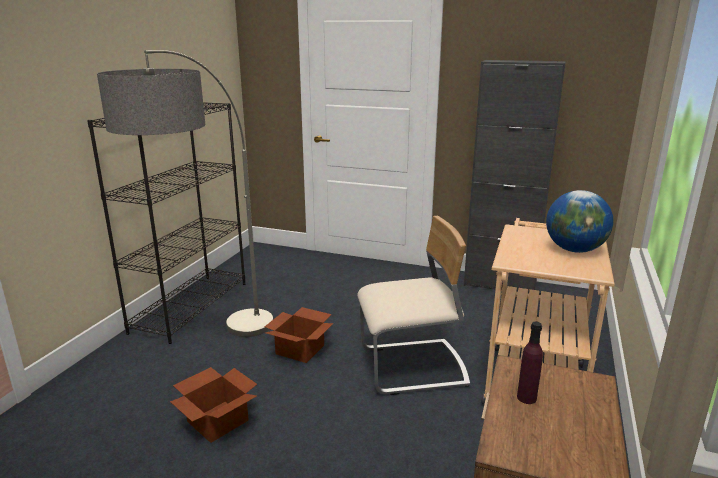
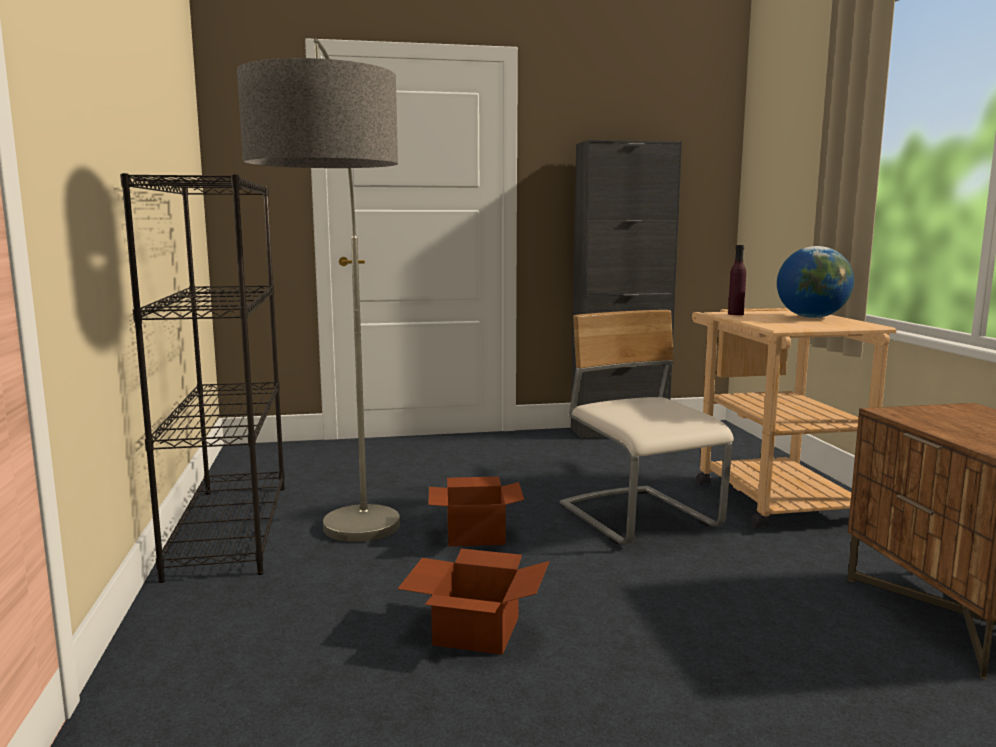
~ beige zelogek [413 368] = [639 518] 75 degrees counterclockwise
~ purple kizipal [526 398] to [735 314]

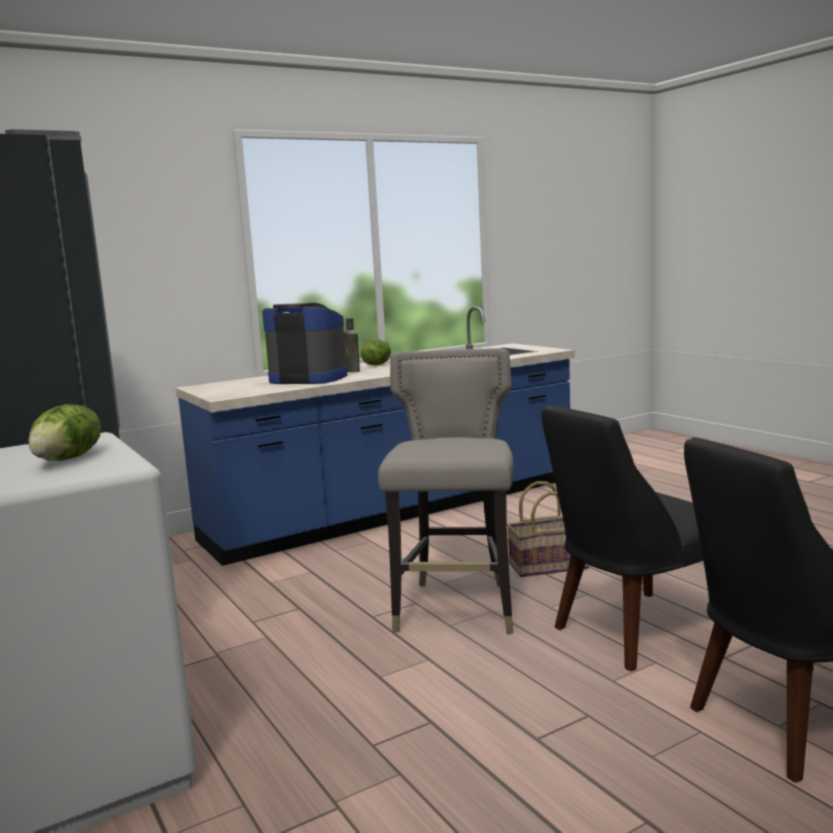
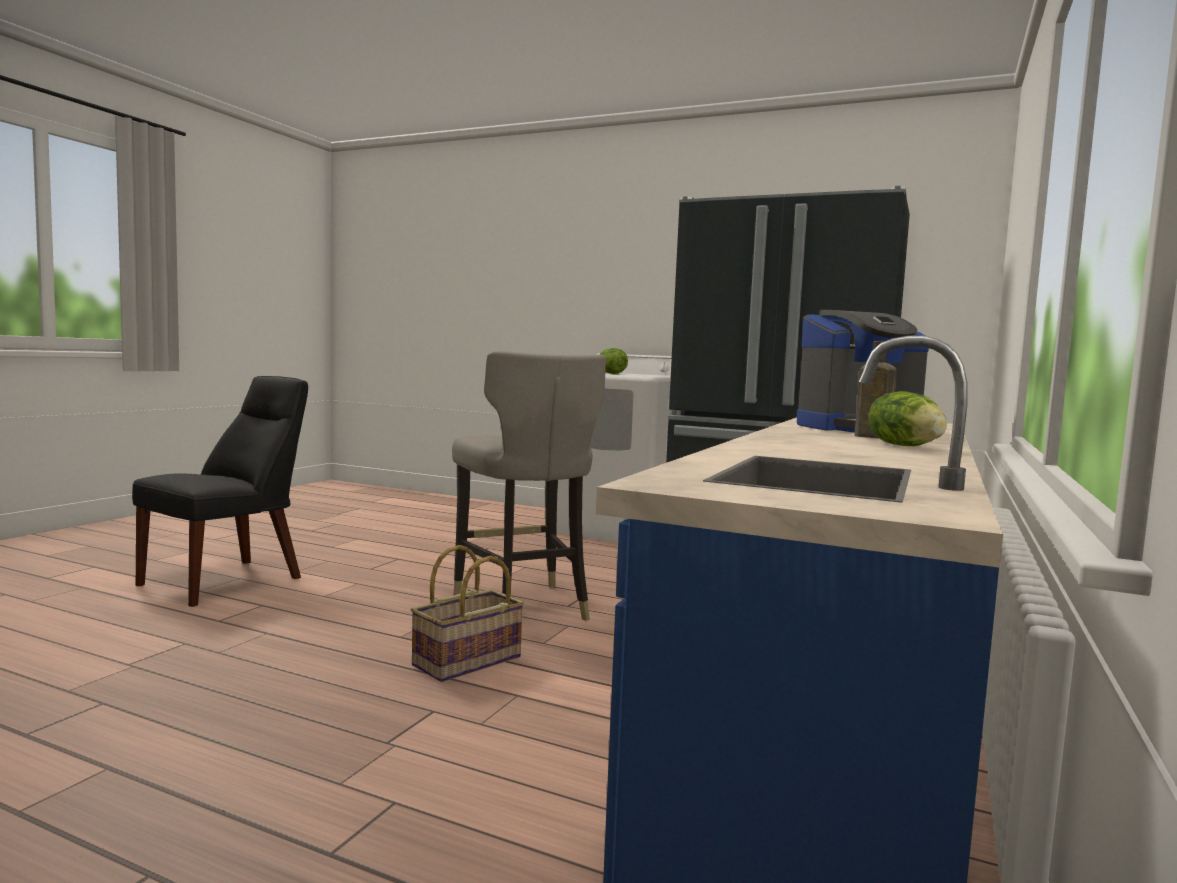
- black zelogek [634 632]

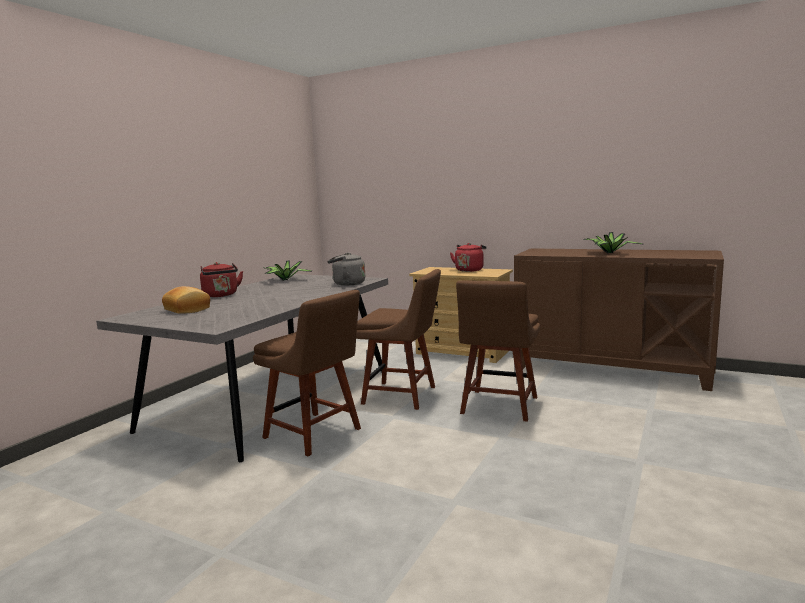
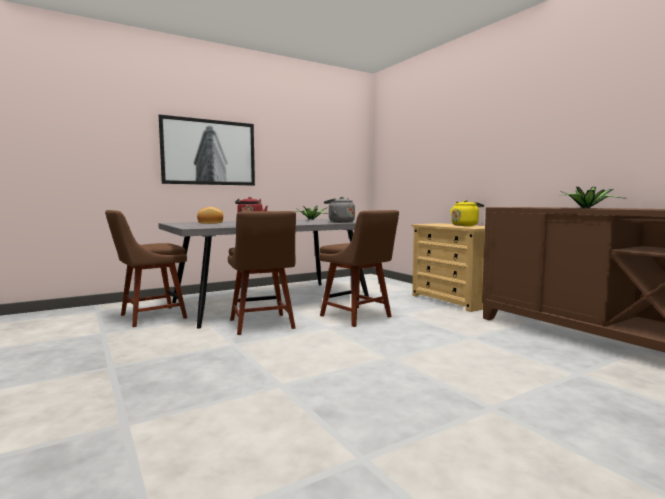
~ brown zelogek [498 407] to [149 317]
+ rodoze [209 152]
~ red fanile [469 270] to yellow fanile [465 225]

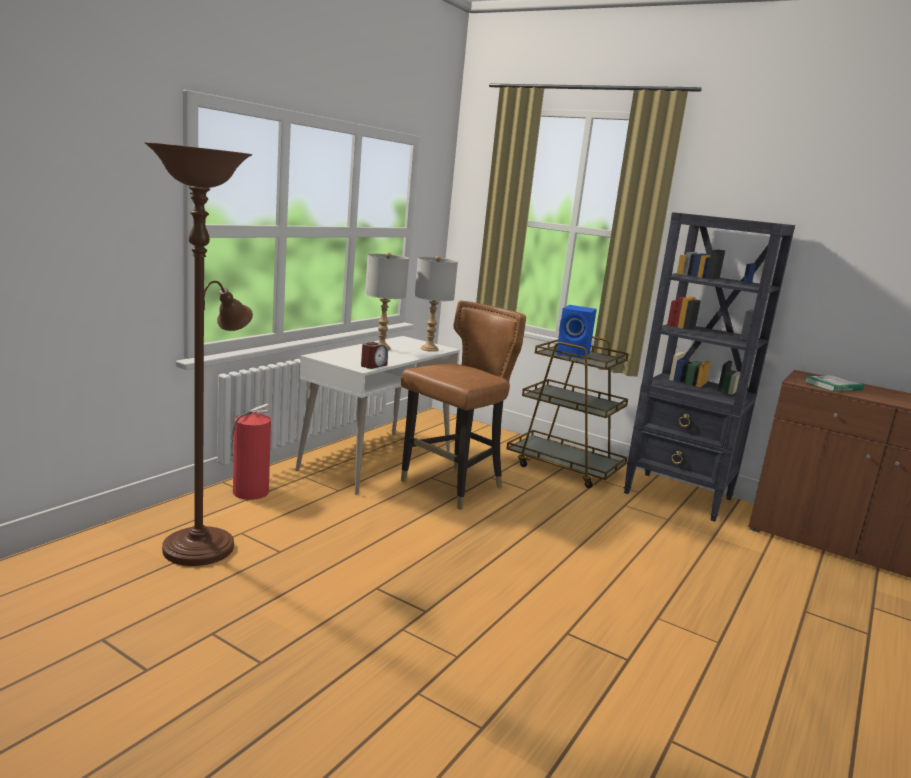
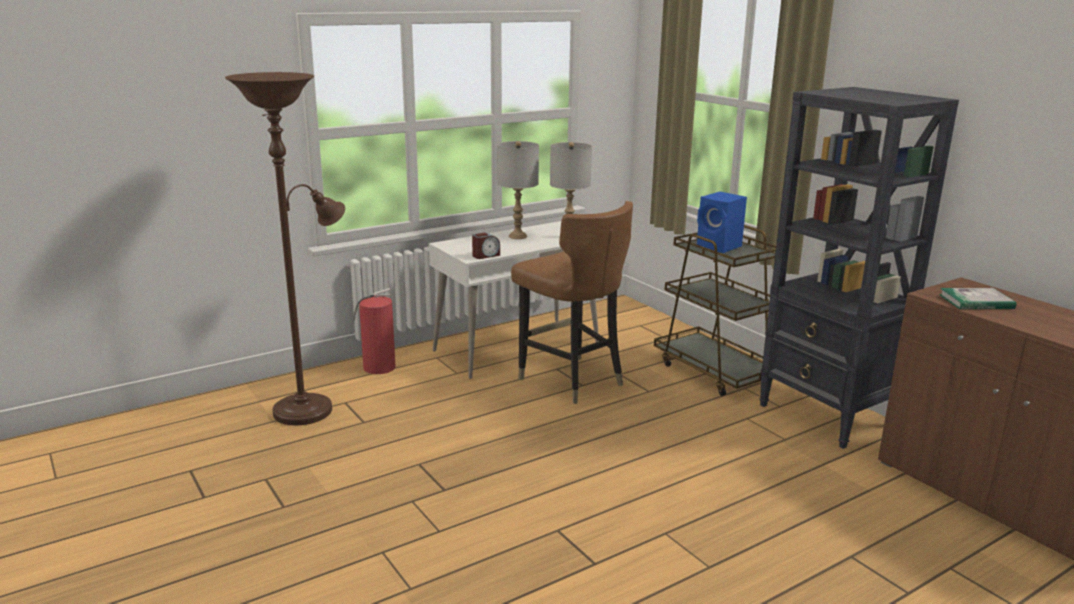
~ brown zelogek [453 487] = [571 380] 75 degrees clockwise

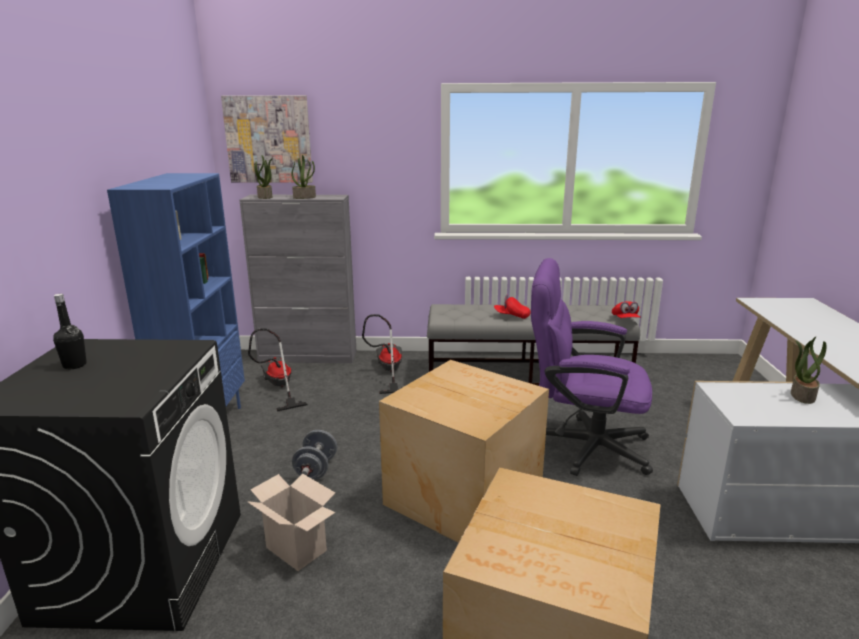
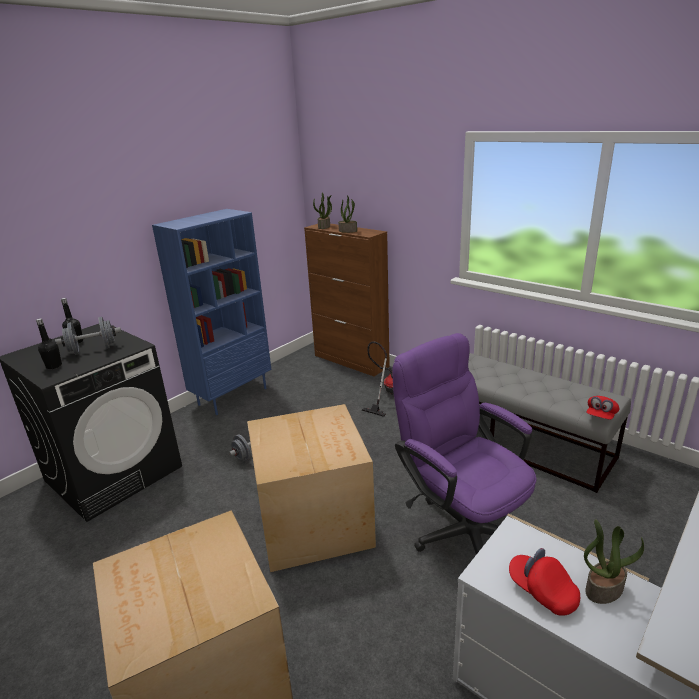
+ black kizipal [54 366]
+ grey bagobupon [93 350]
~ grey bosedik [308 356] to brown bosedik [351 361]
~ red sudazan [511 316] to [542 591]
- rodoze [268 139]
- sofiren [298 549]
- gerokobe [278 387]

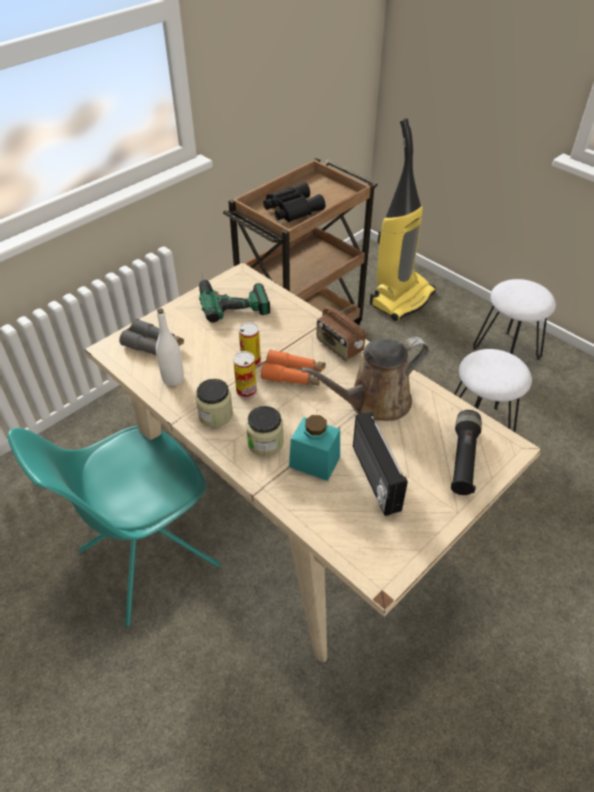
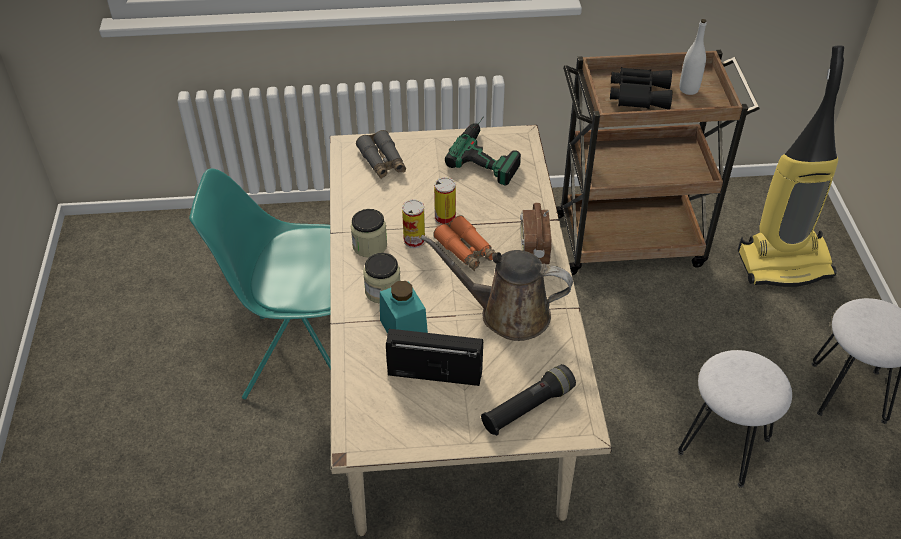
~ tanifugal [374 478] = [435 372] 75 degrees clockwise
~ white kizipal [173 378] to [688 89]

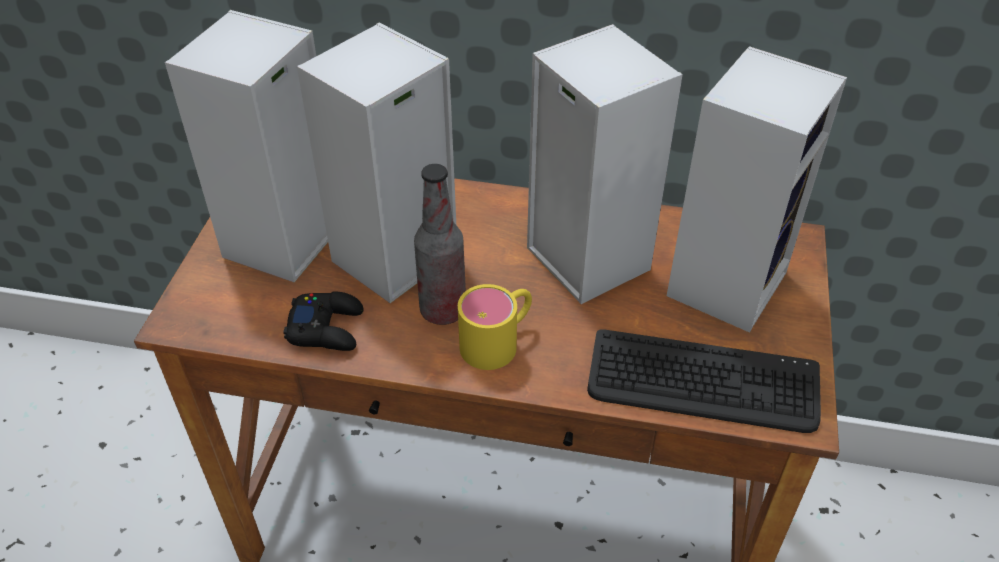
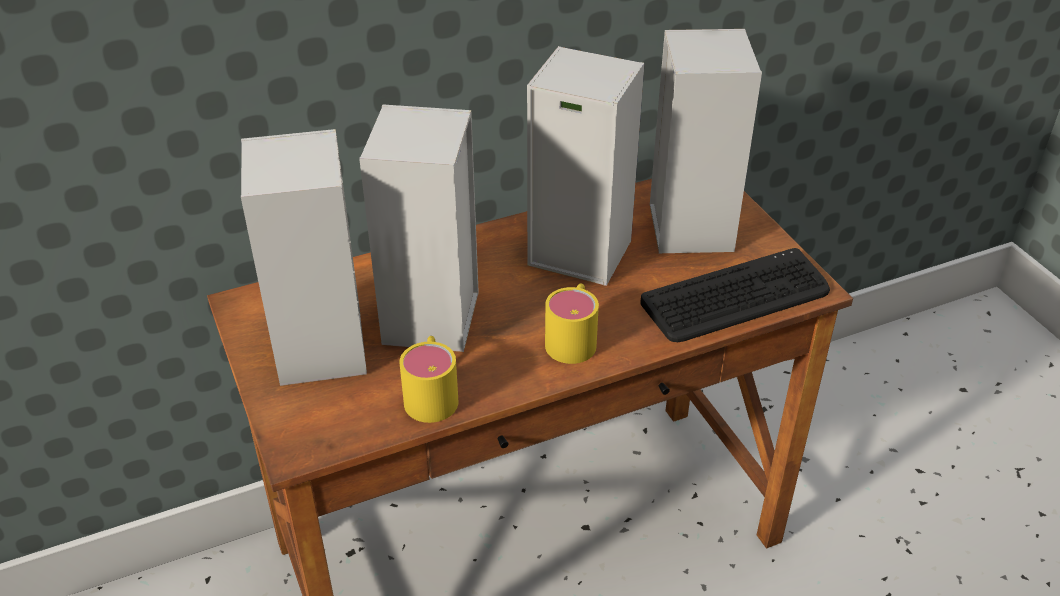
~ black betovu [327 328] to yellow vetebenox [432 393]
- kizipal [443 310]

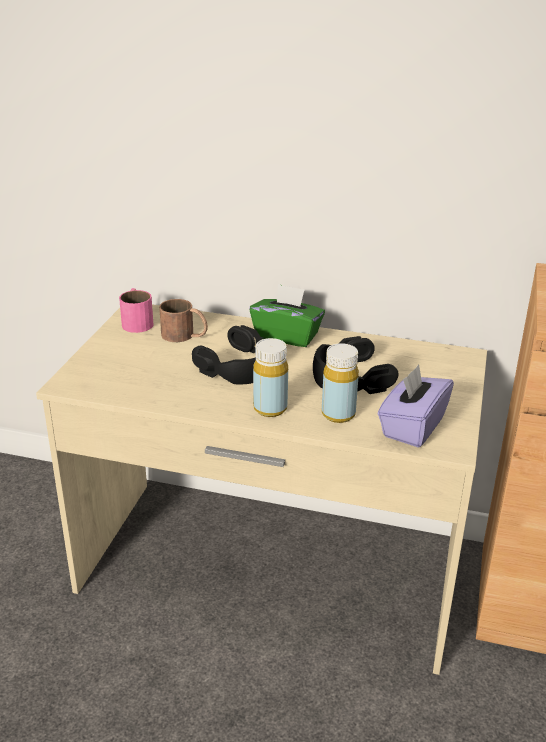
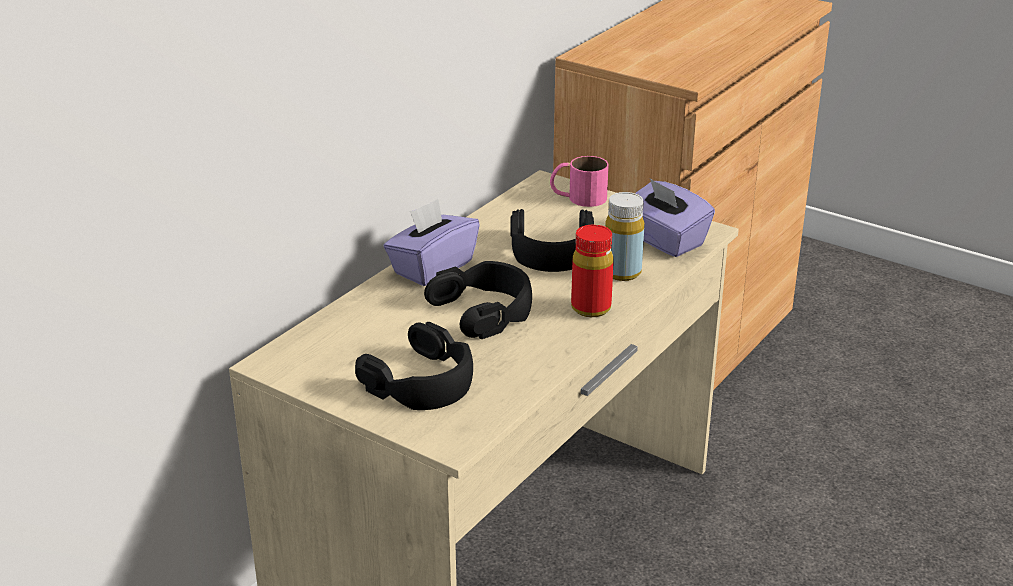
+ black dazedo [422 381]
~ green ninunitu [287 336] to purple ninunitu [432 267]
~ pink vetebenox [136 321] to [578 197]
~ yellow kizipal [270 408] to red kizipal [591 308]
- brown vetebenox [185 336]

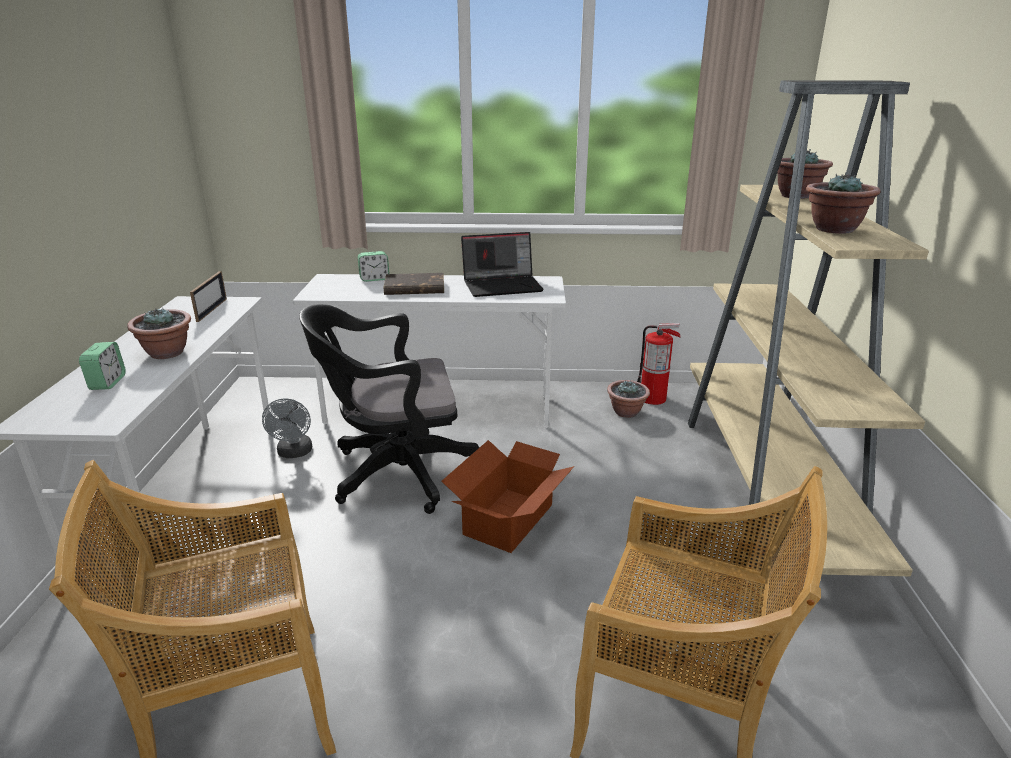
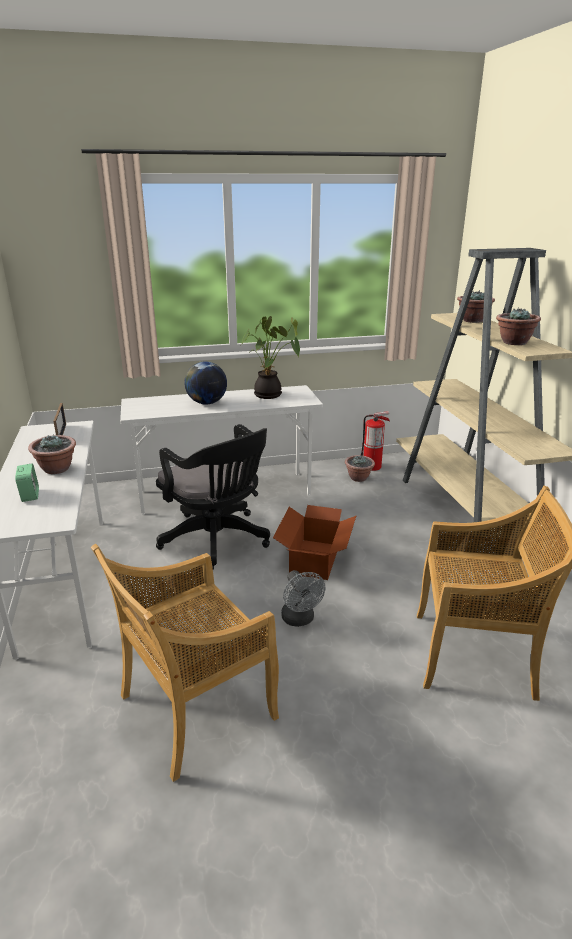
~ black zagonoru [395 473] = [218 541] 105 degrees counterclockwise
~ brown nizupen [414 288] to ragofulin [207 403]
~ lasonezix [503 285] to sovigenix [270 395]
~ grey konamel [294 453] to [300 620]
- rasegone [374 279]

